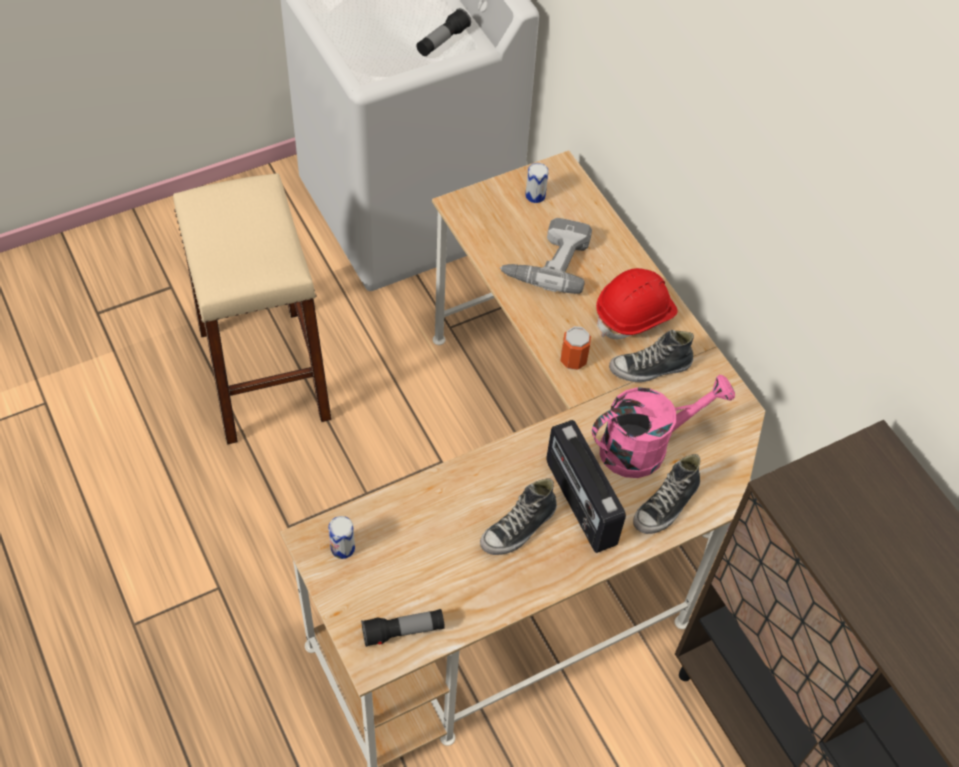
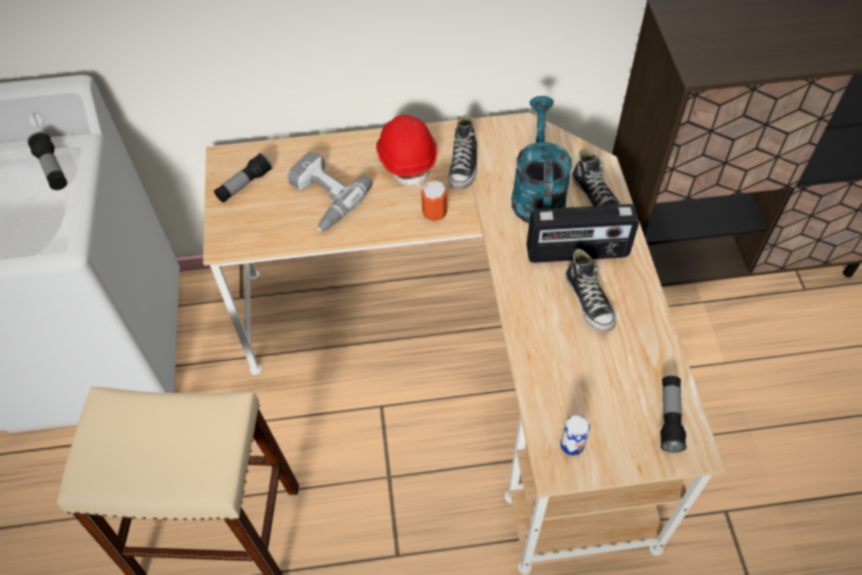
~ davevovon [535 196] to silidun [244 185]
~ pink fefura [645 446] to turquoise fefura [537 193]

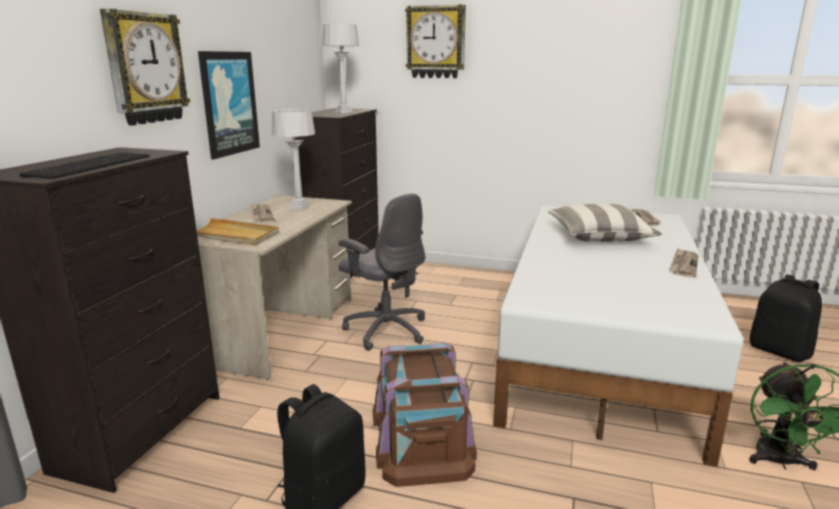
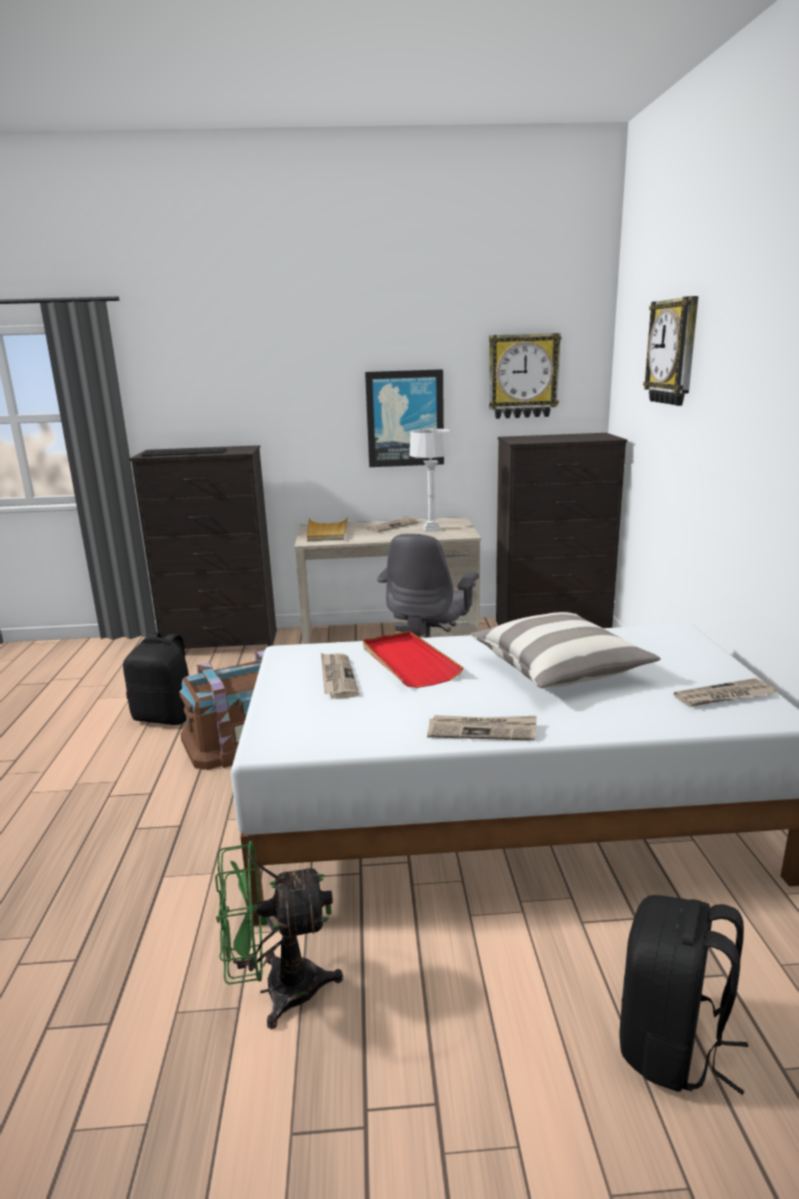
+ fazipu [337 677]
+ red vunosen [408 662]
~ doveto [145 68] to [522 376]
- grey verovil [343 112]

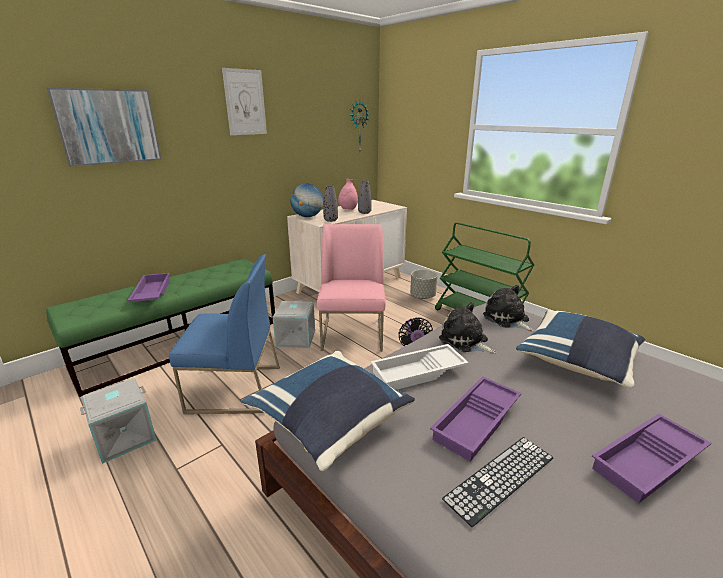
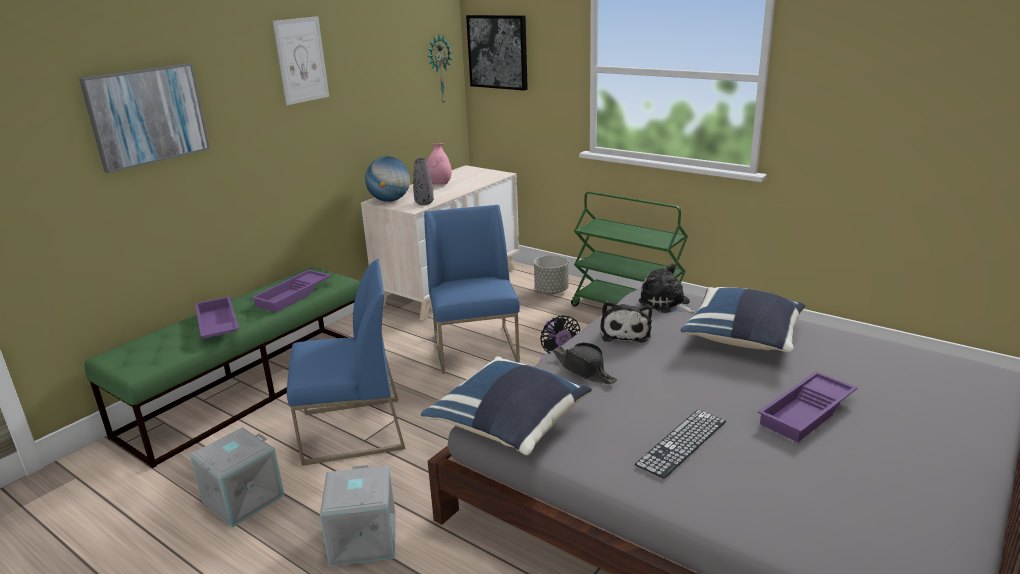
~ purple vunosen [477 422] to [294 295]
~ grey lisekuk [295 338] to [362 539]
~ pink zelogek [353 334] to blue zelogek [476 349]
+ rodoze [498 52]
~ white vunosen [418 373] to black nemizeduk [584 370]
~ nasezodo [465 341] = [625 333] 120 degrees counterclockwise
- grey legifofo [364 212]

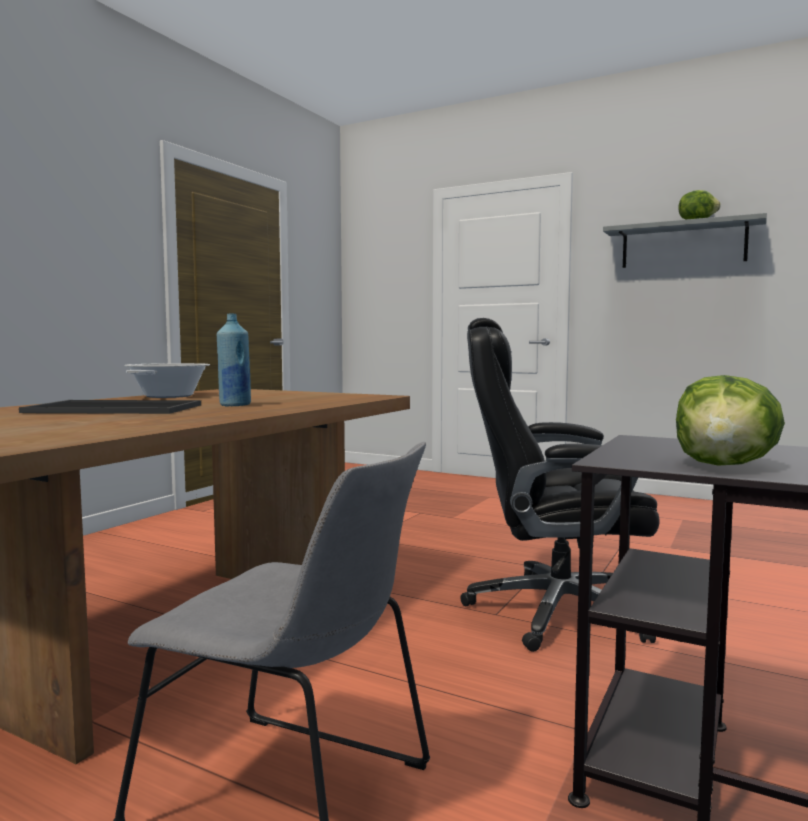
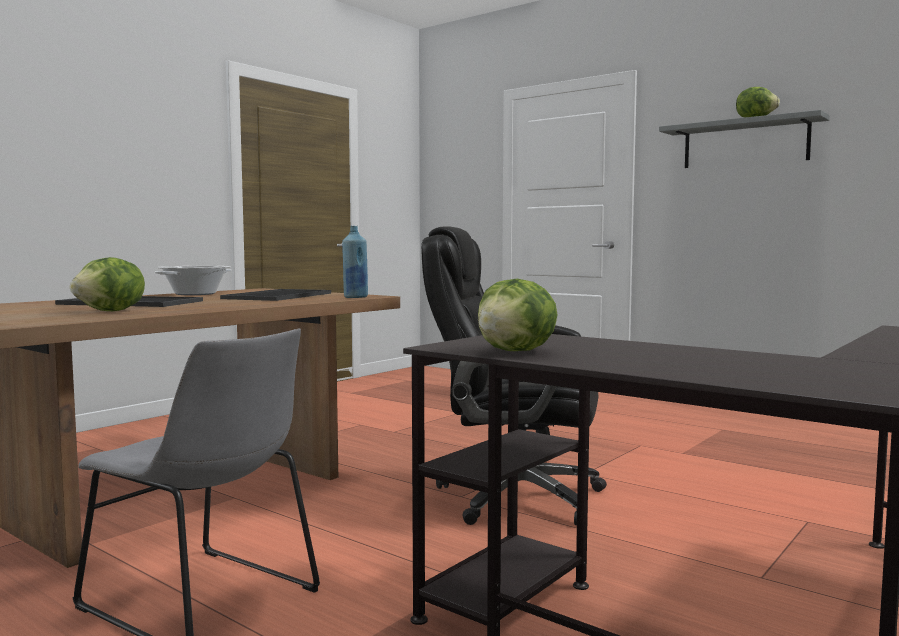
+ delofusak [111 311]
+ vunosen [279 296]
~ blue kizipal [234 405] to [355 297]

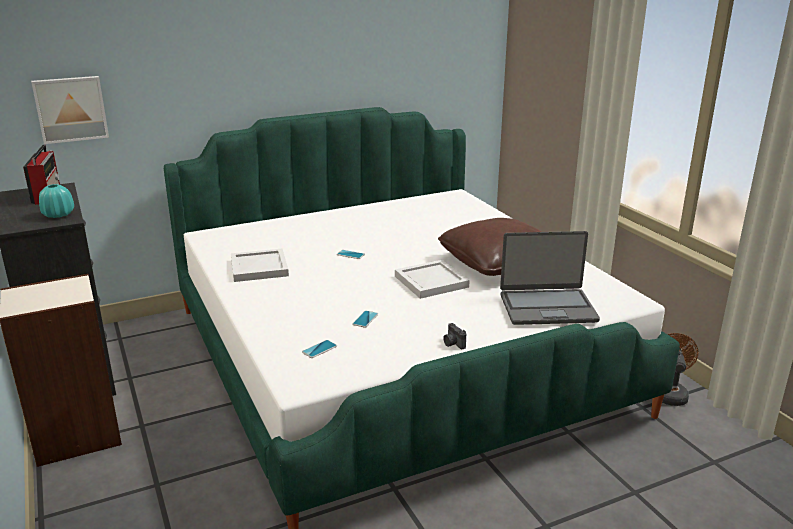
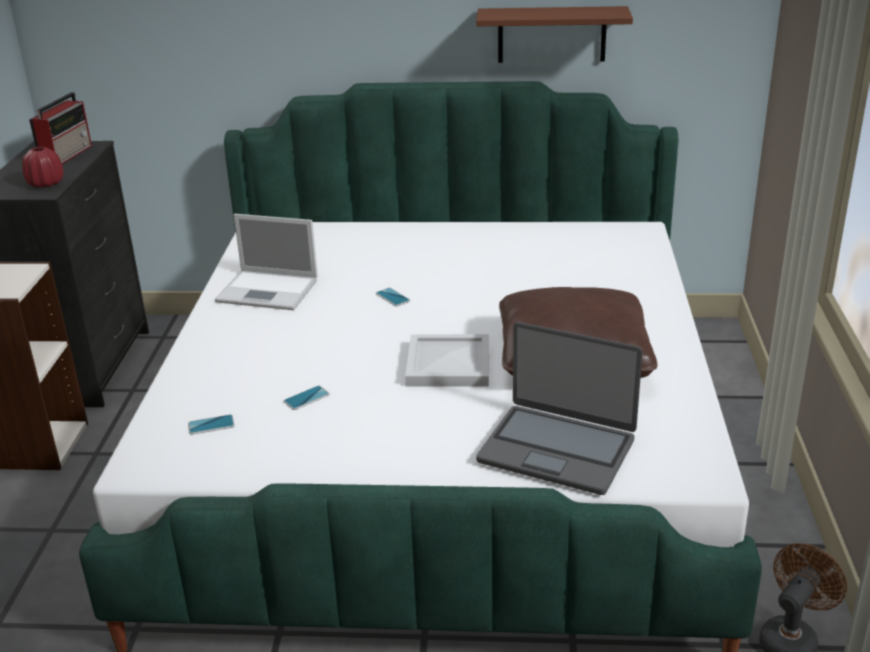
~ turquoise legifofo [58 215] to red legifofo [46 183]
~ white vunosen [260 267] to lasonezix [269 291]
+ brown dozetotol [551 34]
- rodoze [71 109]
- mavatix [453 344]

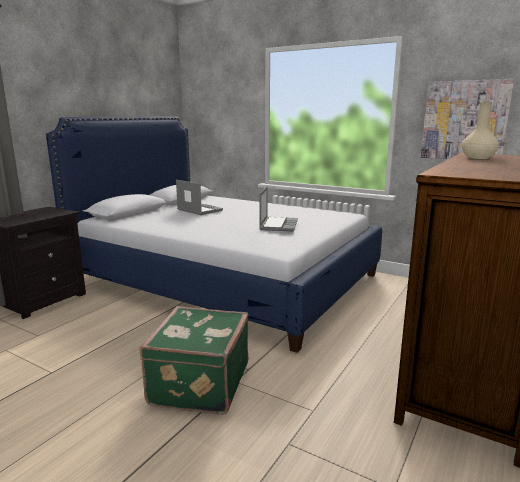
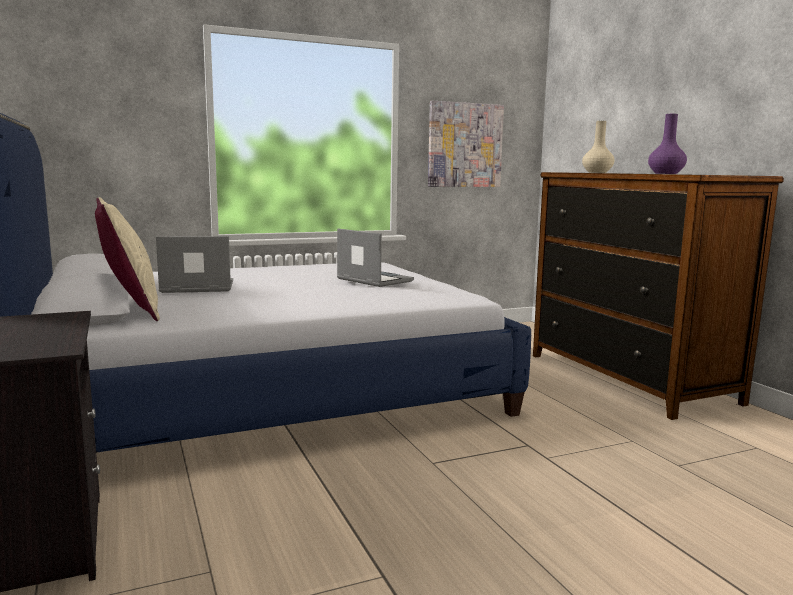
+ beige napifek [130 310]
+ purple legifofo [665 173]
- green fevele [198 384]

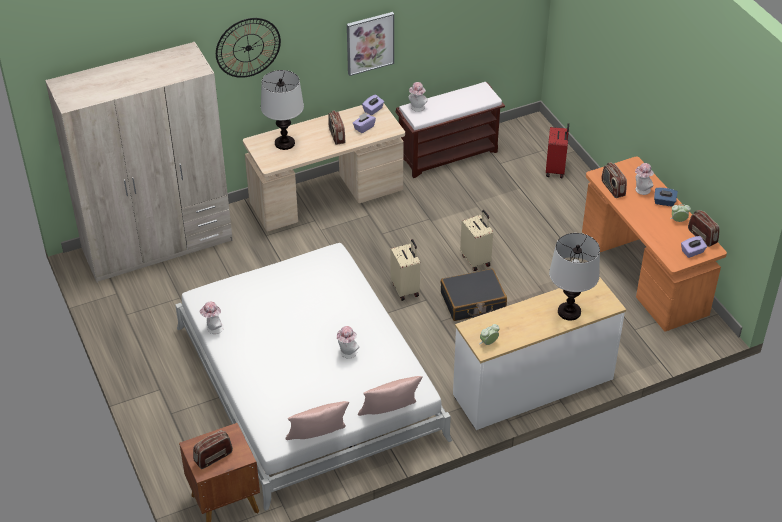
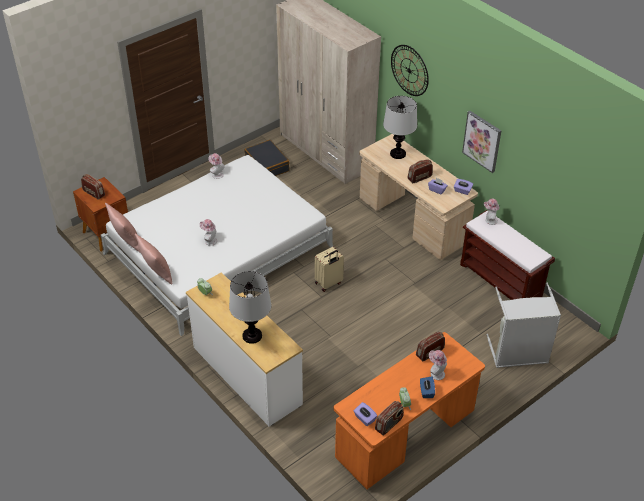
~ black fevele [473 302] to [266 165]
~ red fevele [556 170] to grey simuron [518 354]
- beige fevele [476 260]

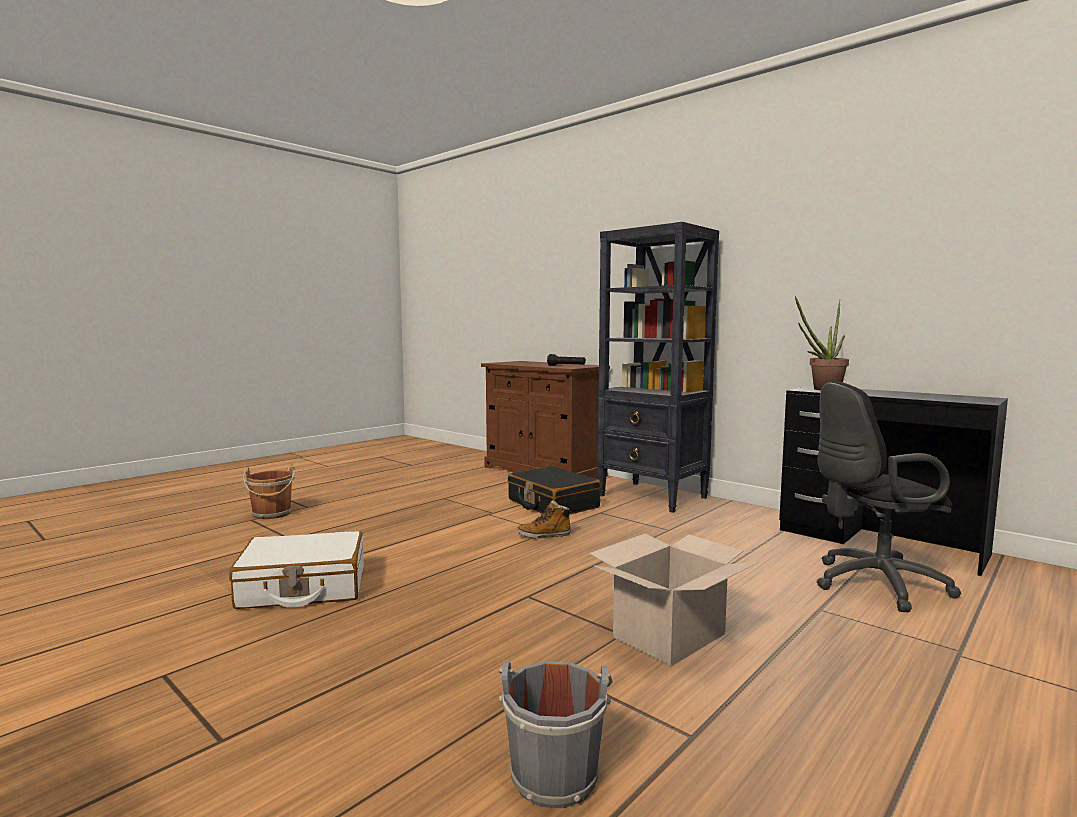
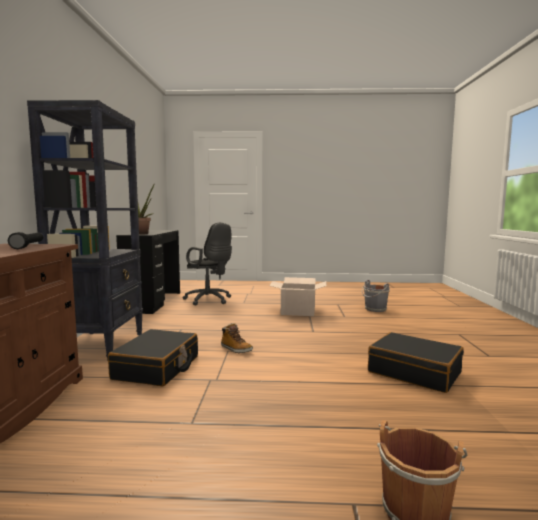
~ white fevele [303 587] to black fevele [414 372]

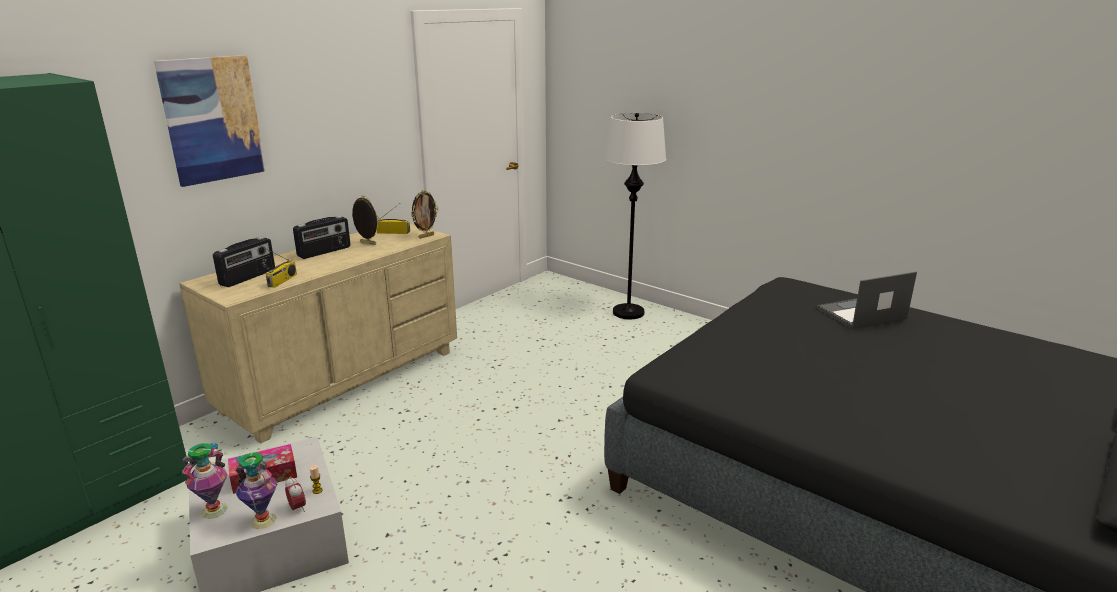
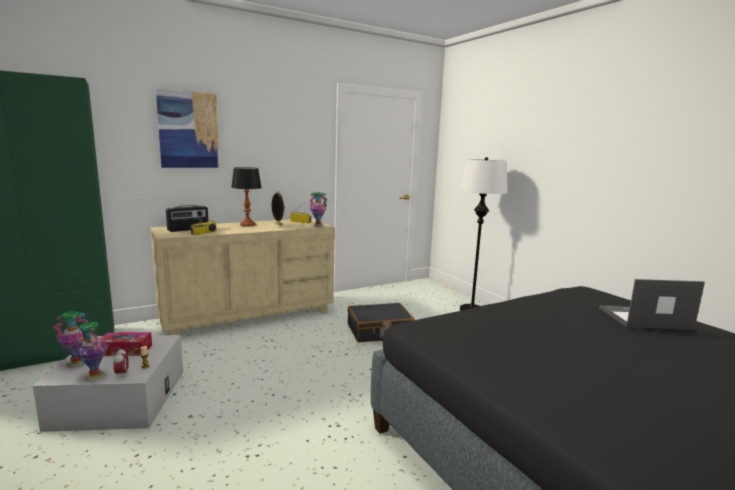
~ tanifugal [324 252] to verovil [247 225]
~ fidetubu [426 236] to legifofo [318 225]
+ black fevele [379 331]

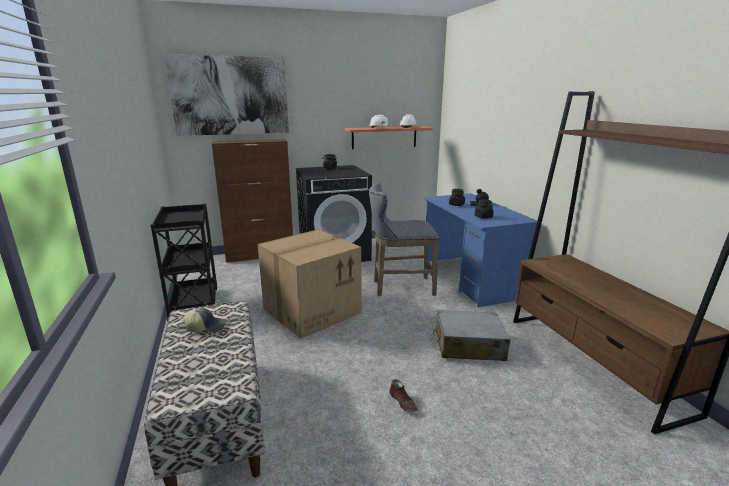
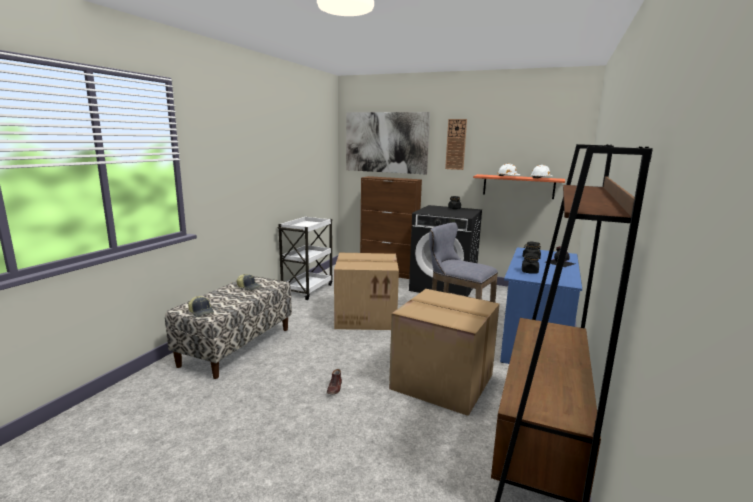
+ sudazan [201 312]
~ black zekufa [194 304] to white zekufa [307 289]
~ grey fevele [468 345] to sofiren [440 381]
+ doveto [456 144]

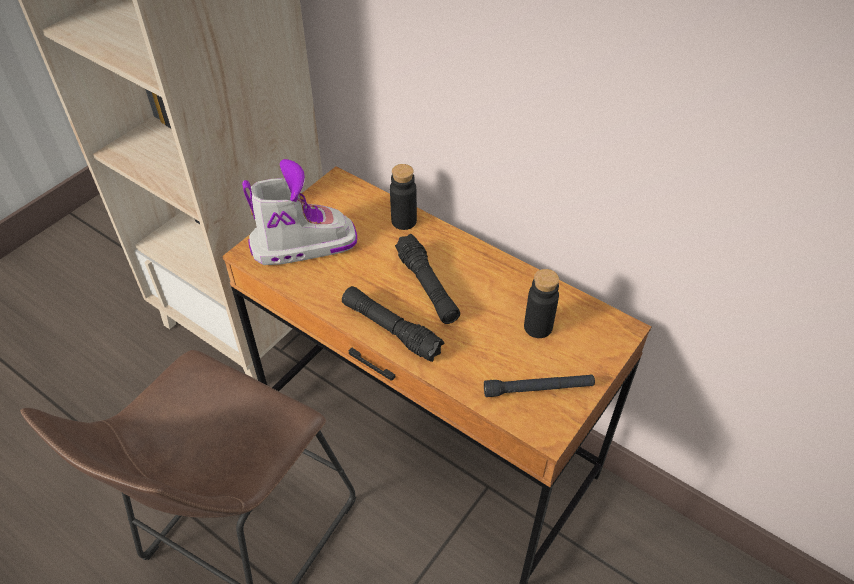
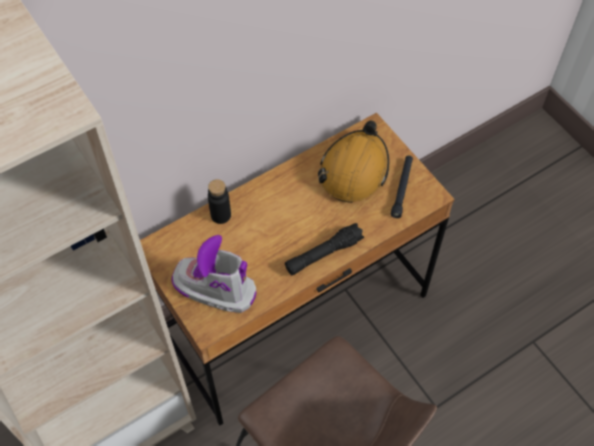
~ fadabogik [303 244] = [214 289] 75 degrees counterclockwise
~ black kizipal [538 327] to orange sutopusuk [354 170]
- black silidun [427 287]

